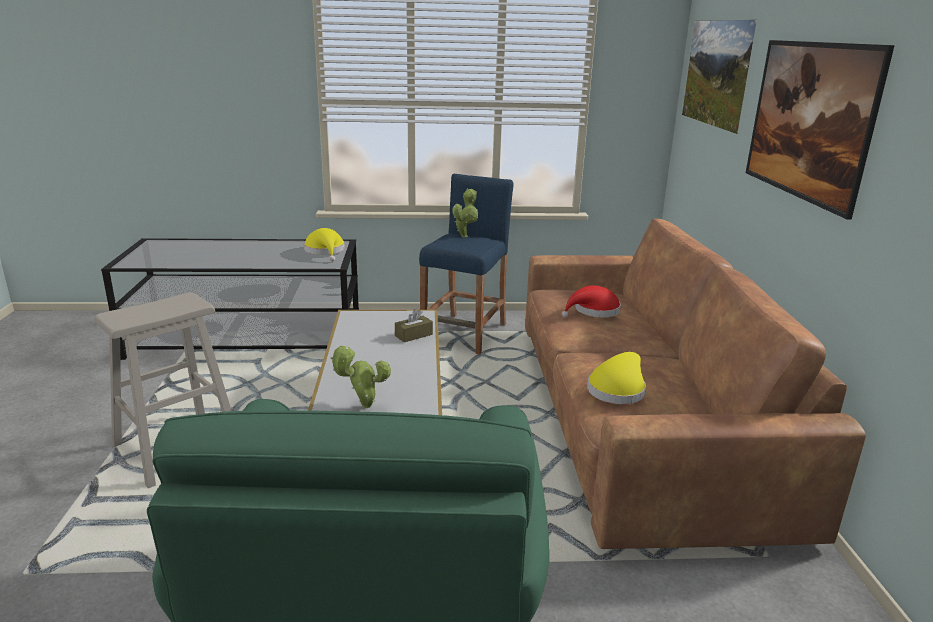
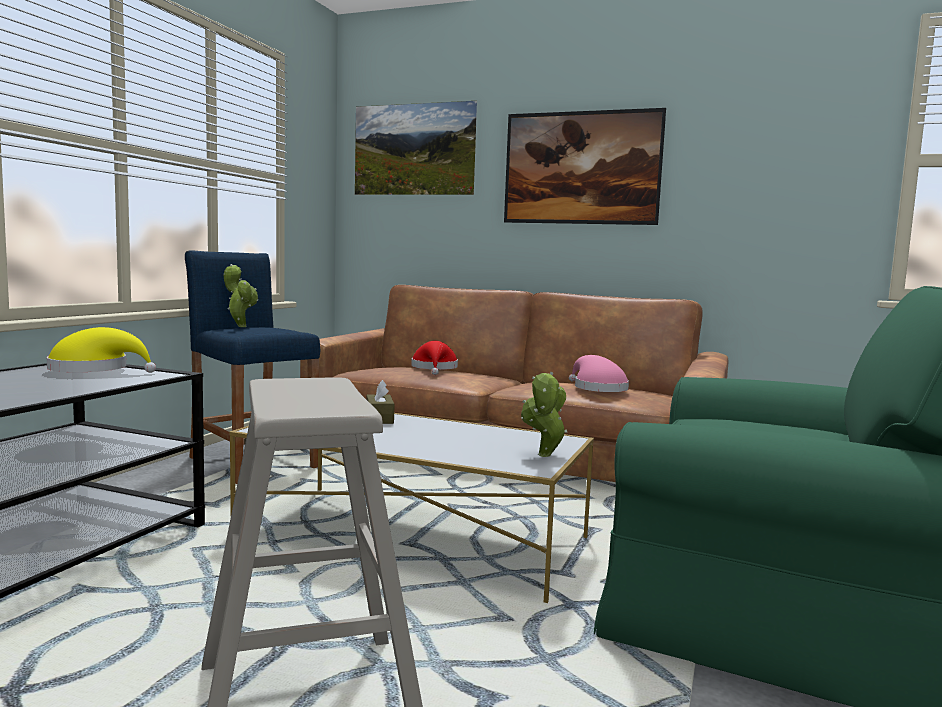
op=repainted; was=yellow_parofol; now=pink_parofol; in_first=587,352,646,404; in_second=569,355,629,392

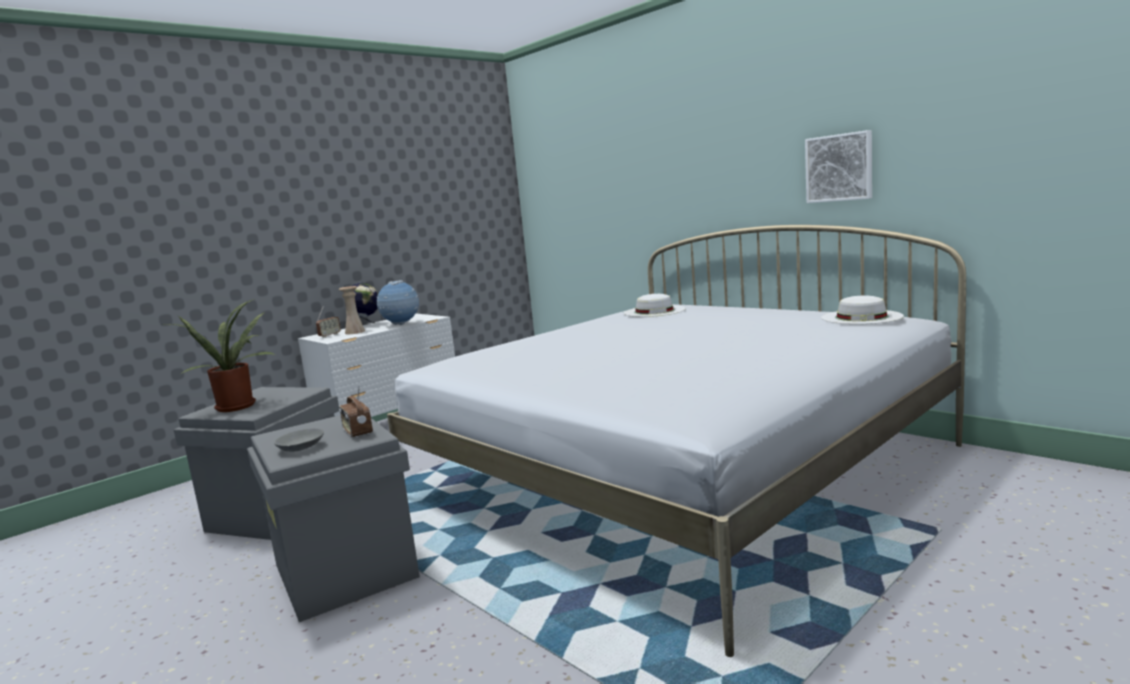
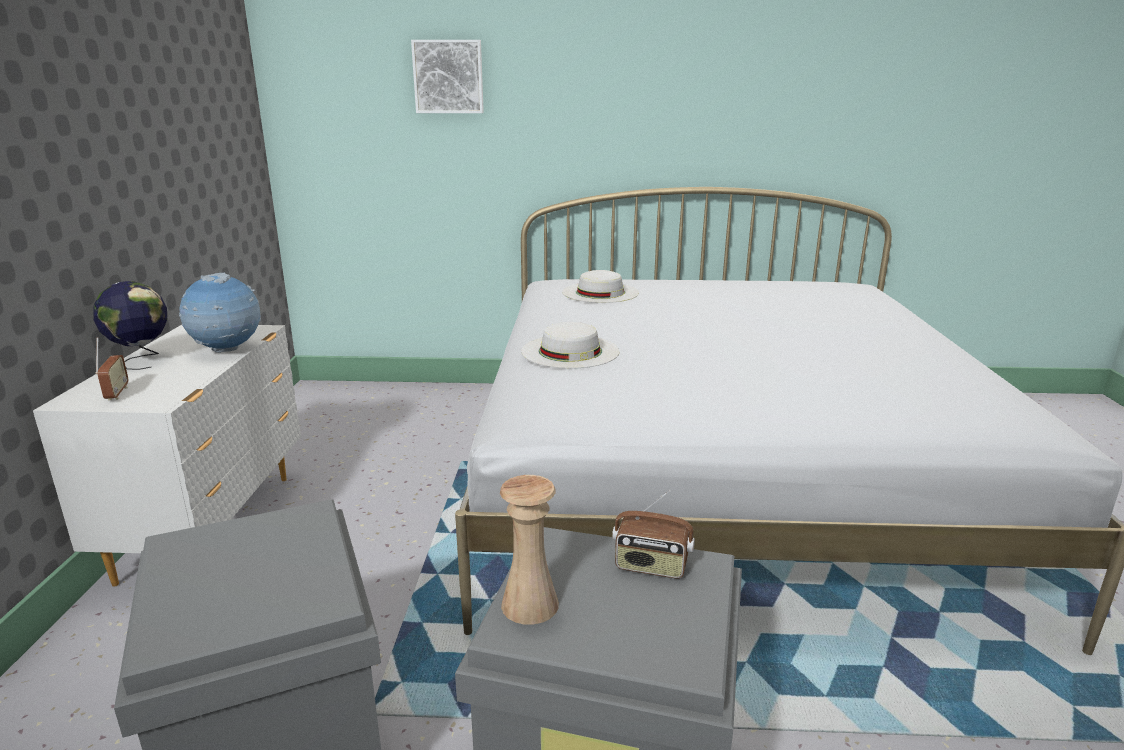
op=gone; was=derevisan; in_first=161,299,275,412
op=gone; was=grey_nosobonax; in_first=274,428,324,452
op=shifted; was=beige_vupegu; in_first=339,286,365,334; in_second=500,475,559,625
op=shifted; was=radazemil; in_first=805,130,872,203; in_second=411,40,484,113
op=shifted; was=white_parofol; in_first=821,296,904,324; in_second=521,322,620,368

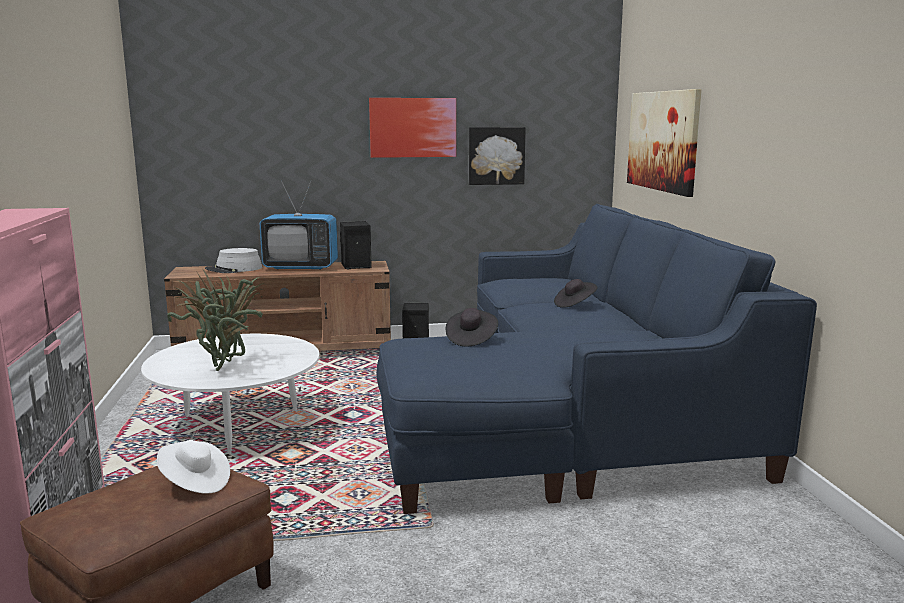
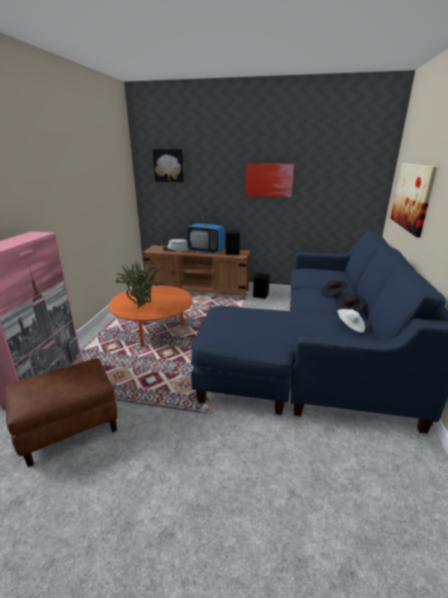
op=shifted; was=white_parofol; in_first=157,440,230,494; in_second=337,309,365,333
op=shifted; was=black_parofol; in_first=446,308,498,346; in_second=336,294,365,312
op=shifted; was=radazemil; in_first=469,127,526,185; in_second=152,149,184,182
op=repainted; was=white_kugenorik; now=orange_kugenorik; in_first=141,334,319,454; in_second=109,285,192,347

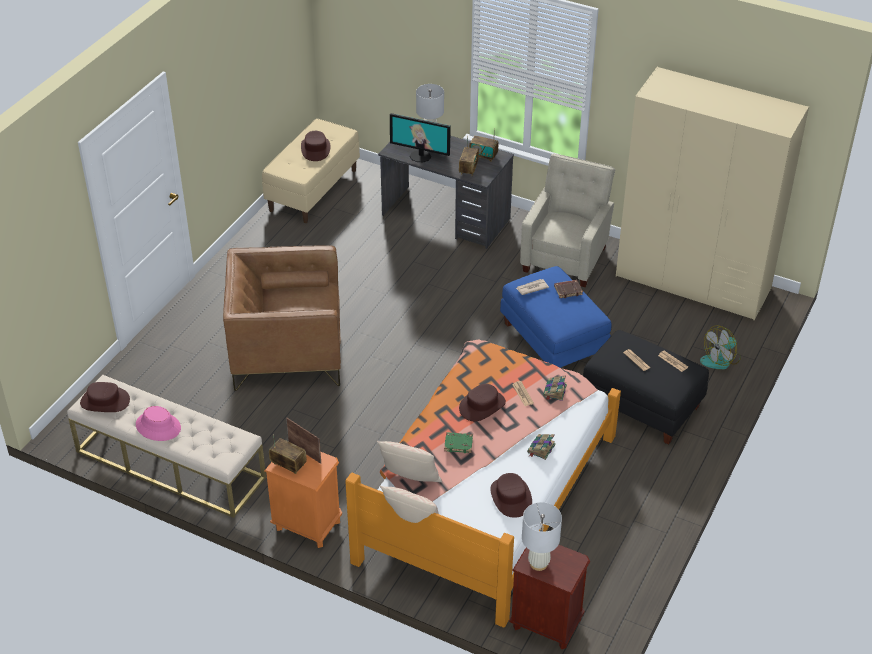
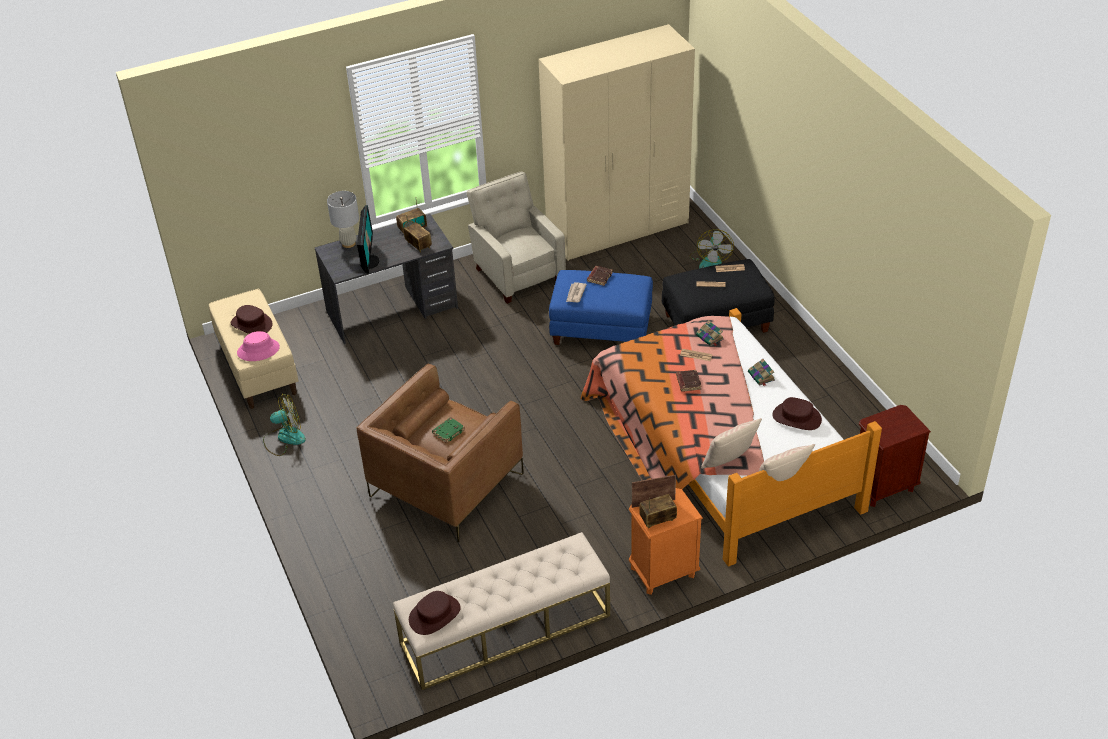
op=gone; was=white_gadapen; in_first=522,502,562,571
op=new; now=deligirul; in_second=263,394,306,456
op=shifted; was=pink_parofol; in_first=136,406,181,441; in_second=237,331,280,361
op=shifted; was=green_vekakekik; in_first=444,432,473,453; in_second=432,417,465,443
op=swapped; was=brown_parofol; now=brown_vekakekik; in_first=459,384,506,421; in_second=676,370,702,392
op=rotated; was=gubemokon; in_first=390,113,451,162; in_second=357,205,380,274; clockwise=-60

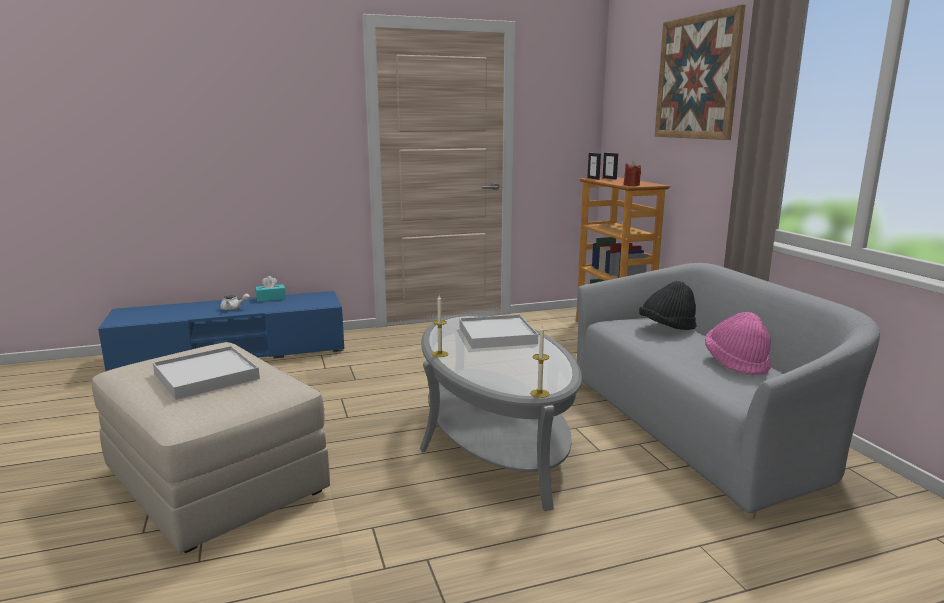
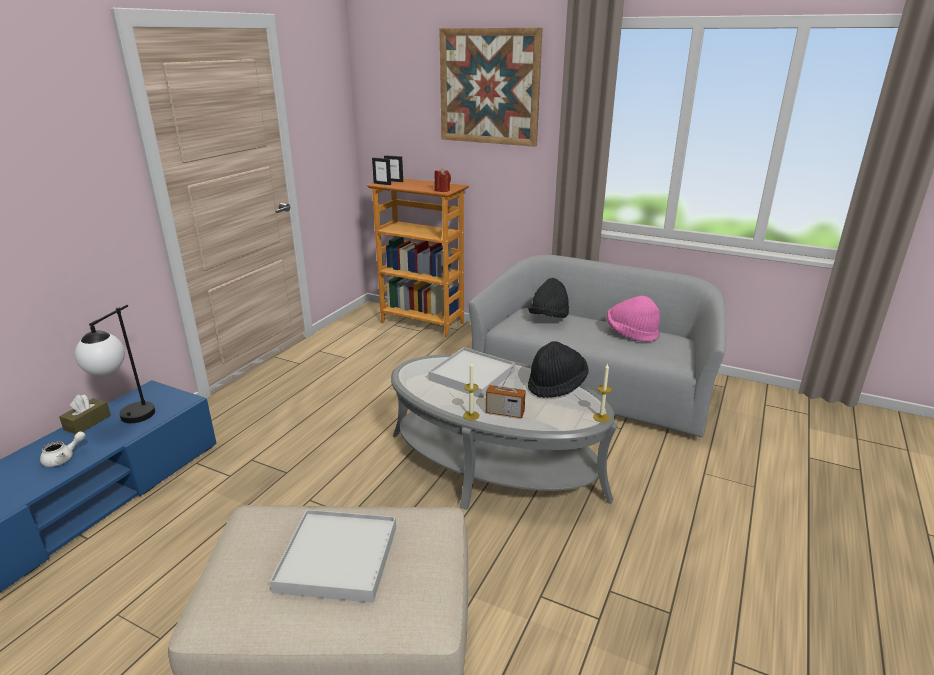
op=new; now=gadapen; in_second=75,305,155,423
op=new; now=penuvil; in_second=486,362,526,418
op=new; now=black_parofol; in_second=528,341,588,398
op=repainted; was=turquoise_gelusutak; now=brown_gelusutak; in_first=255,276,286,302; in_second=59,395,111,434

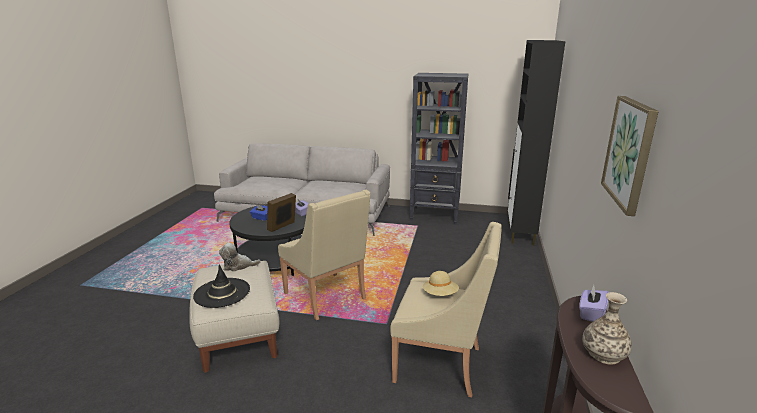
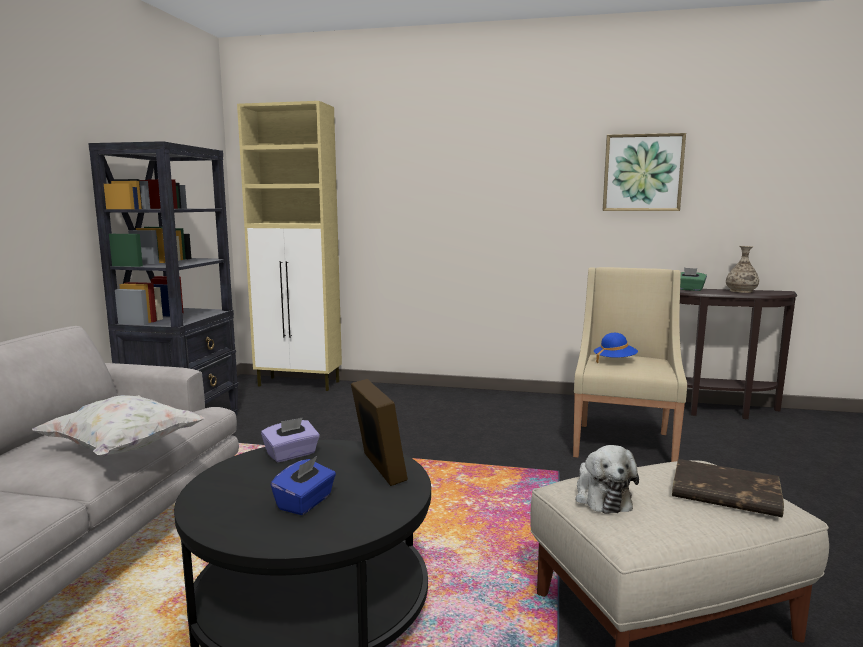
op=gone; was=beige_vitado; in_first=278,190,370,320
op=new; now=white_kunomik; in_second=32,395,205,457
op=swapped; was=black_parofol; now=brown_vekakekik; in_first=193,264,250,308; in_second=672,459,784,517
op=repainted; was=beige_parofol; now=blue_parofol; in_first=423,271,459,296; in_second=594,333,638,364
op=repainted; was=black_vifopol; now=beige_vifopol; in_first=508,40,566,245; in_second=237,101,342,391
op=repainted; was=purple_gelusutak; now=green_gelusutak; in_first=579,285,609,322; in_second=680,268,707,291
op=rotated; was=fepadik; in_first=267,193,296,232; in_second=351,379,408,486; clockwise=-150

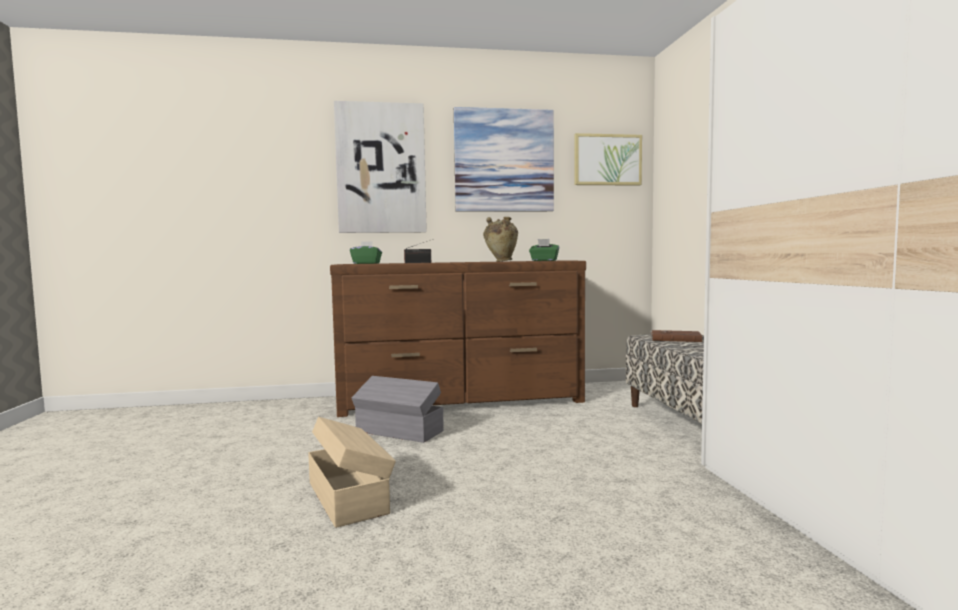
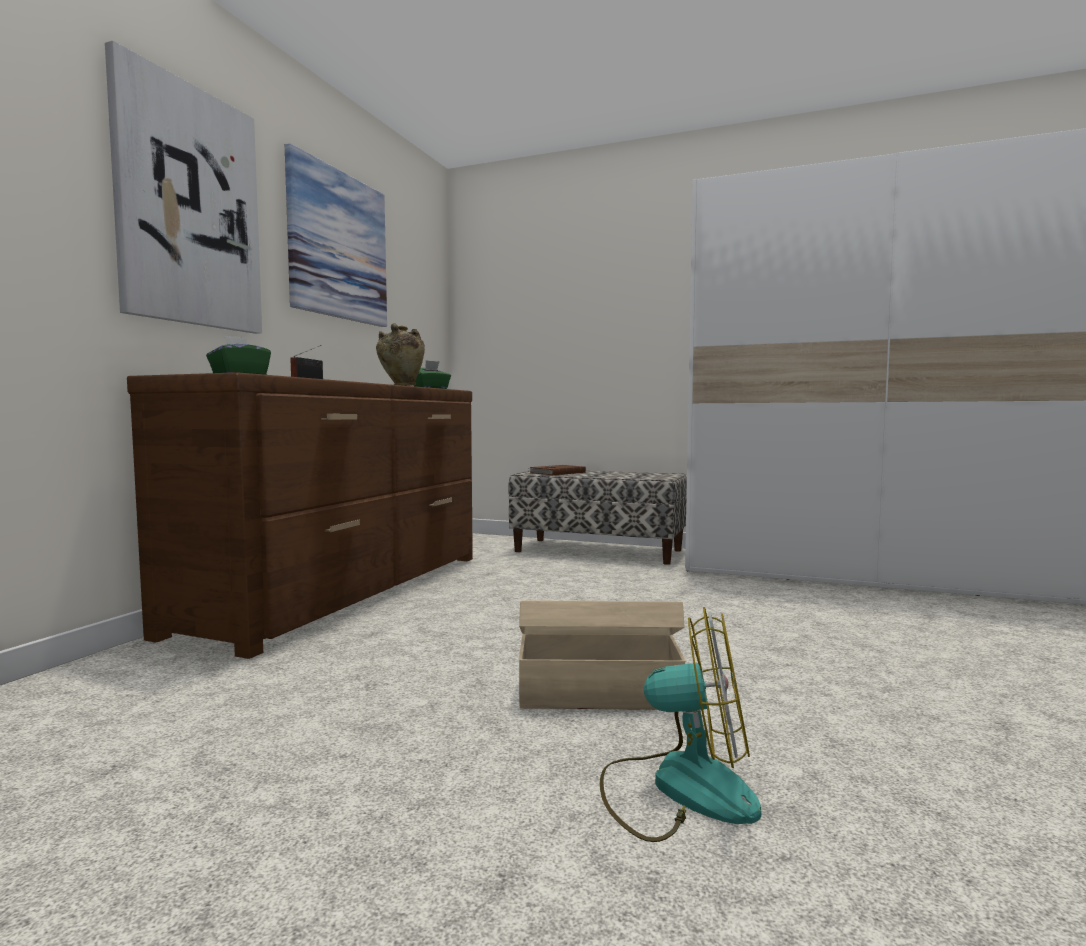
op=gone; was=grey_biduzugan; in_first=352,376,444,443
op=gone; was=radazemil; in_first=575,133,642,186
op=new; now=deligirul; in_second=600,607,761,842

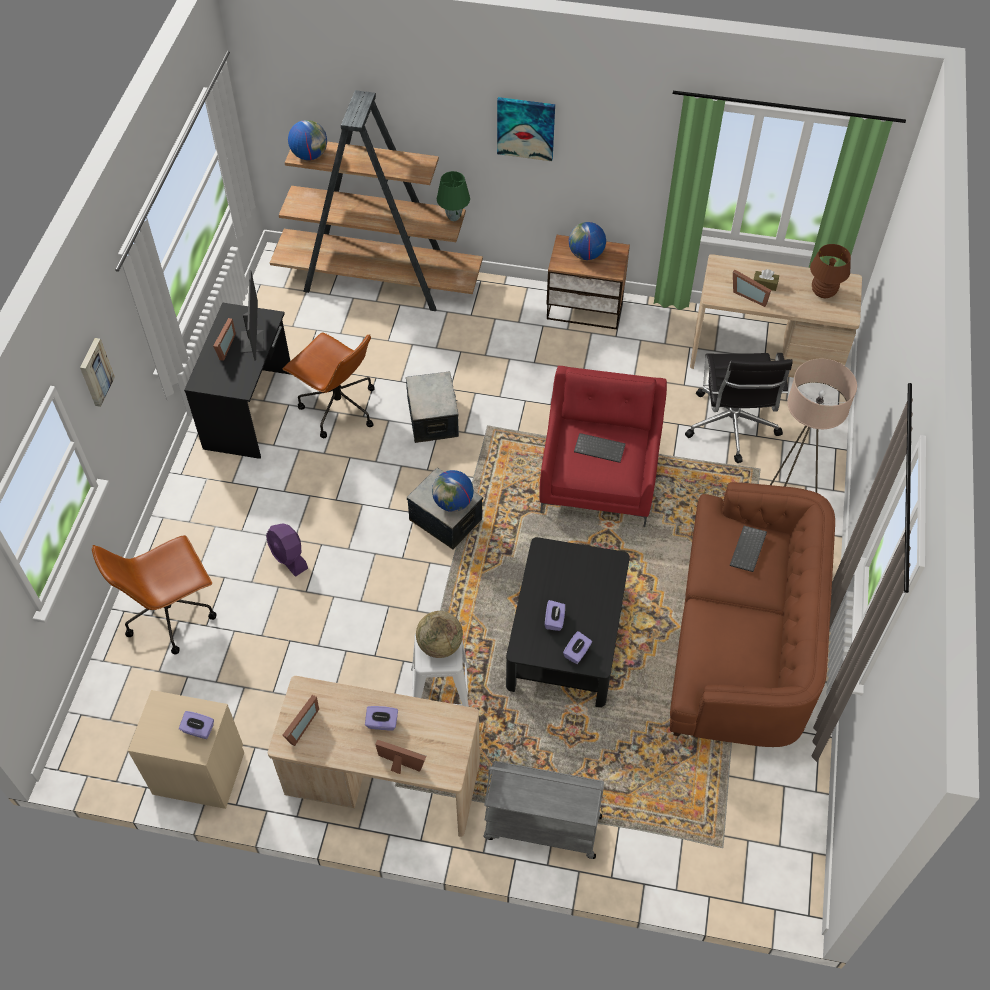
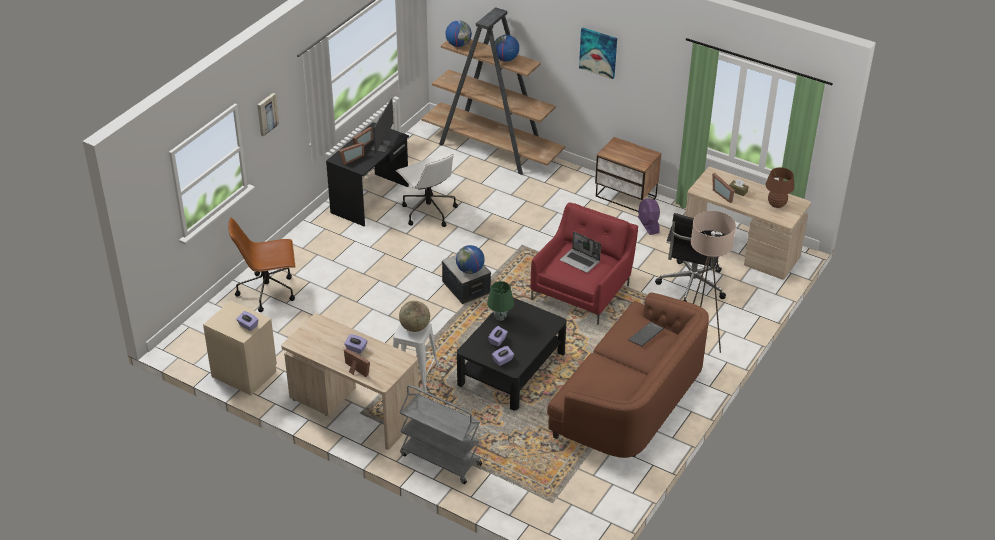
op=gone; was=biduzugan; in_first=406,372,459,443
op=shifted; was=purple_deligirul; in_first=266,523,308,577; in_second=638,199,660,235
op=shifted; was=fepadik; in_first=283,695,319,746; in_second=339,142,364,165
op=shifted; was=green_gadapen; in_first=437,171,470,221; in_second=487,281,514,321
op=shifted; was=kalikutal; in_first=569,222,606,260; in_second=495,35,519,62
op=swapped; was=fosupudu; now=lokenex; in_first=574,433,626,463; in_second=560,231,601,273
op=repainted; was=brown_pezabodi; now=white_pezabodi; in_first=282,332,375,438; in_second=396,154,458,227

